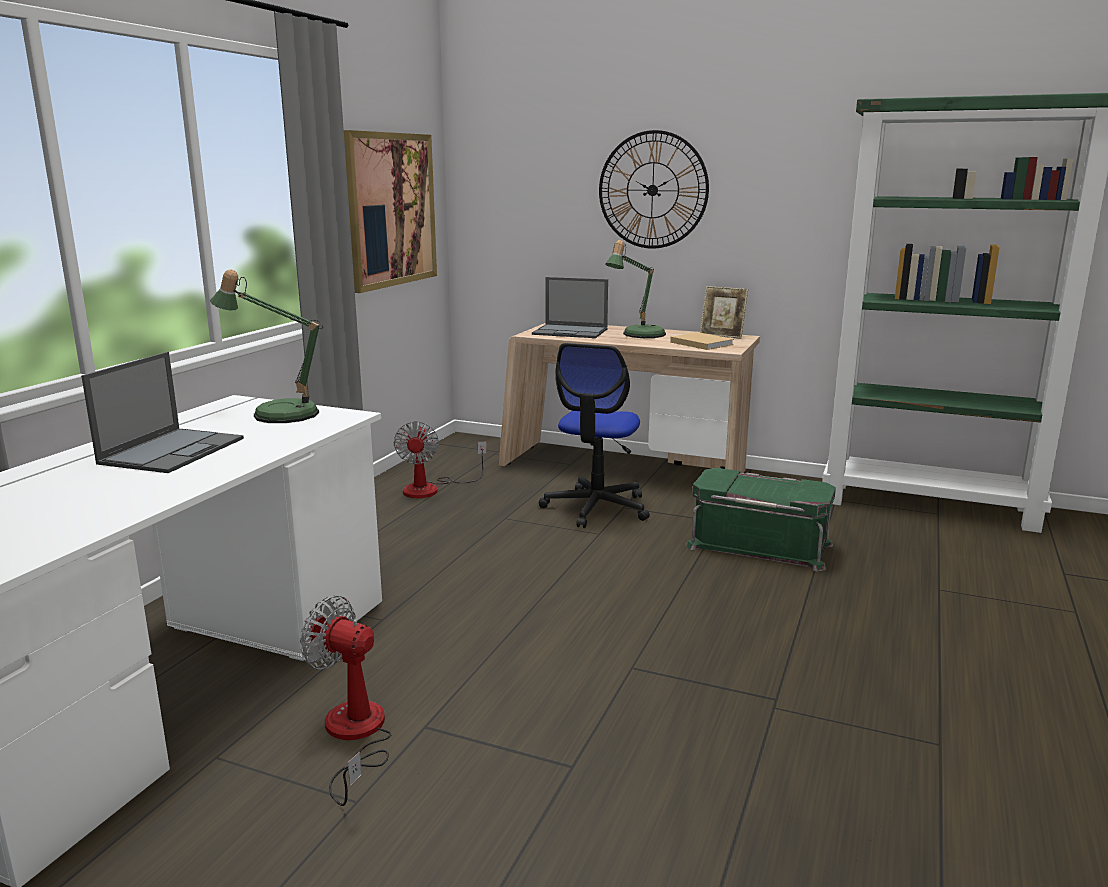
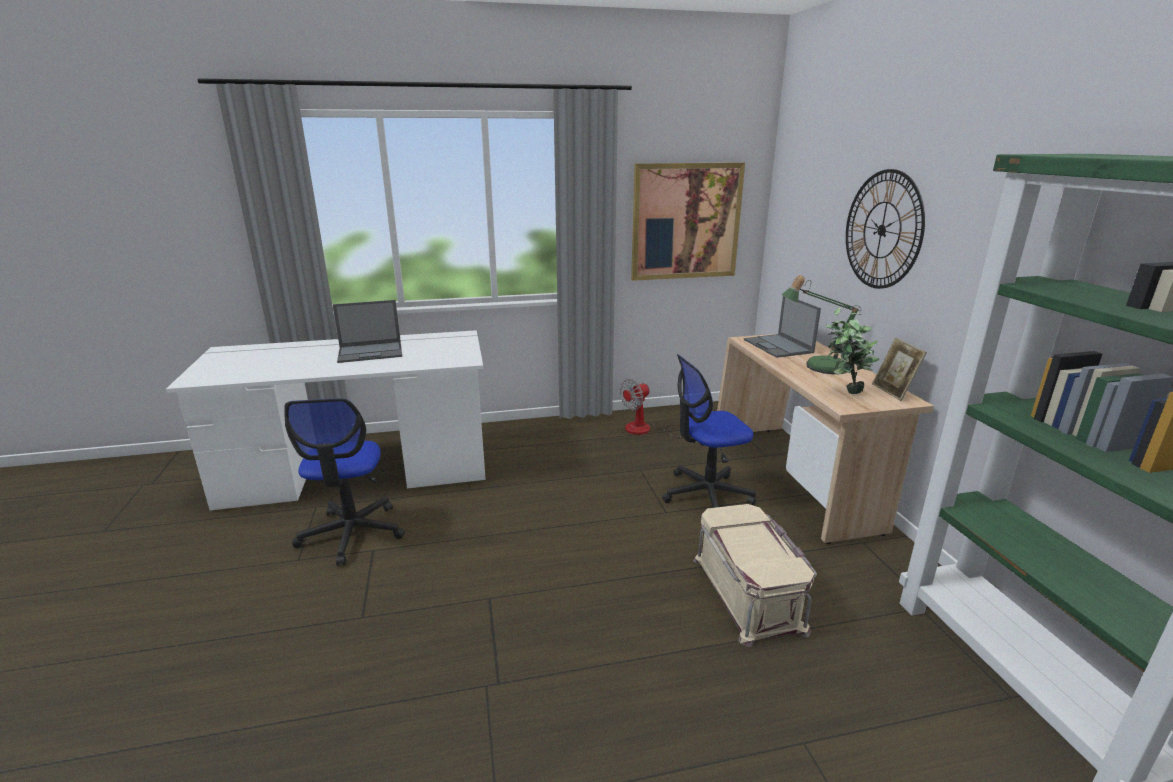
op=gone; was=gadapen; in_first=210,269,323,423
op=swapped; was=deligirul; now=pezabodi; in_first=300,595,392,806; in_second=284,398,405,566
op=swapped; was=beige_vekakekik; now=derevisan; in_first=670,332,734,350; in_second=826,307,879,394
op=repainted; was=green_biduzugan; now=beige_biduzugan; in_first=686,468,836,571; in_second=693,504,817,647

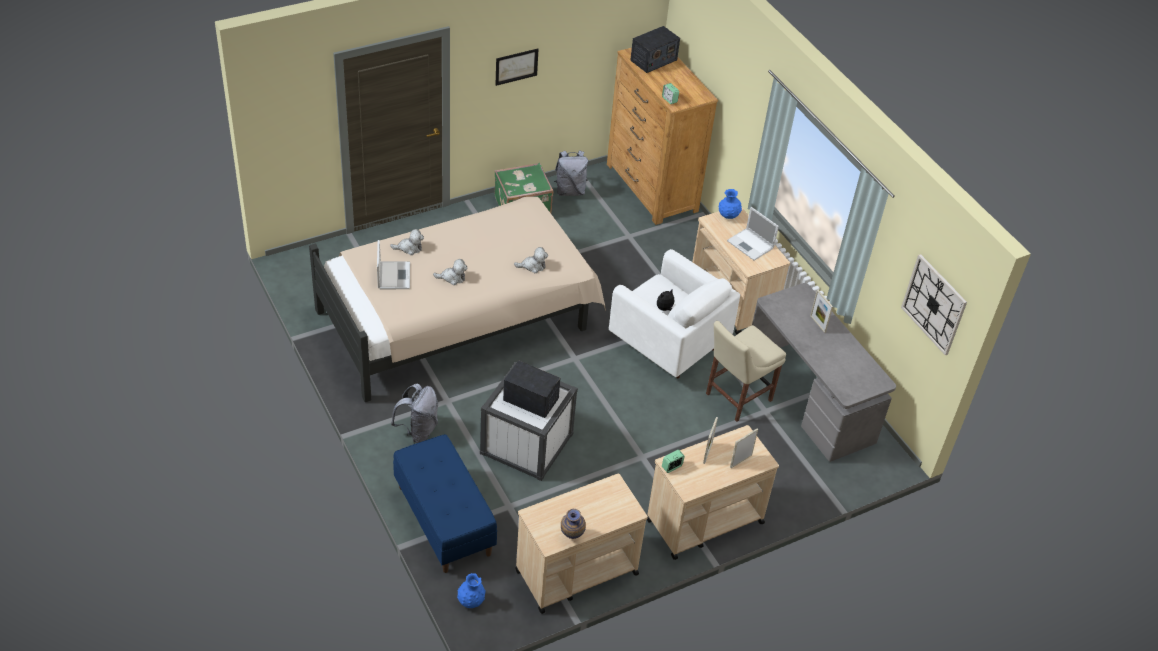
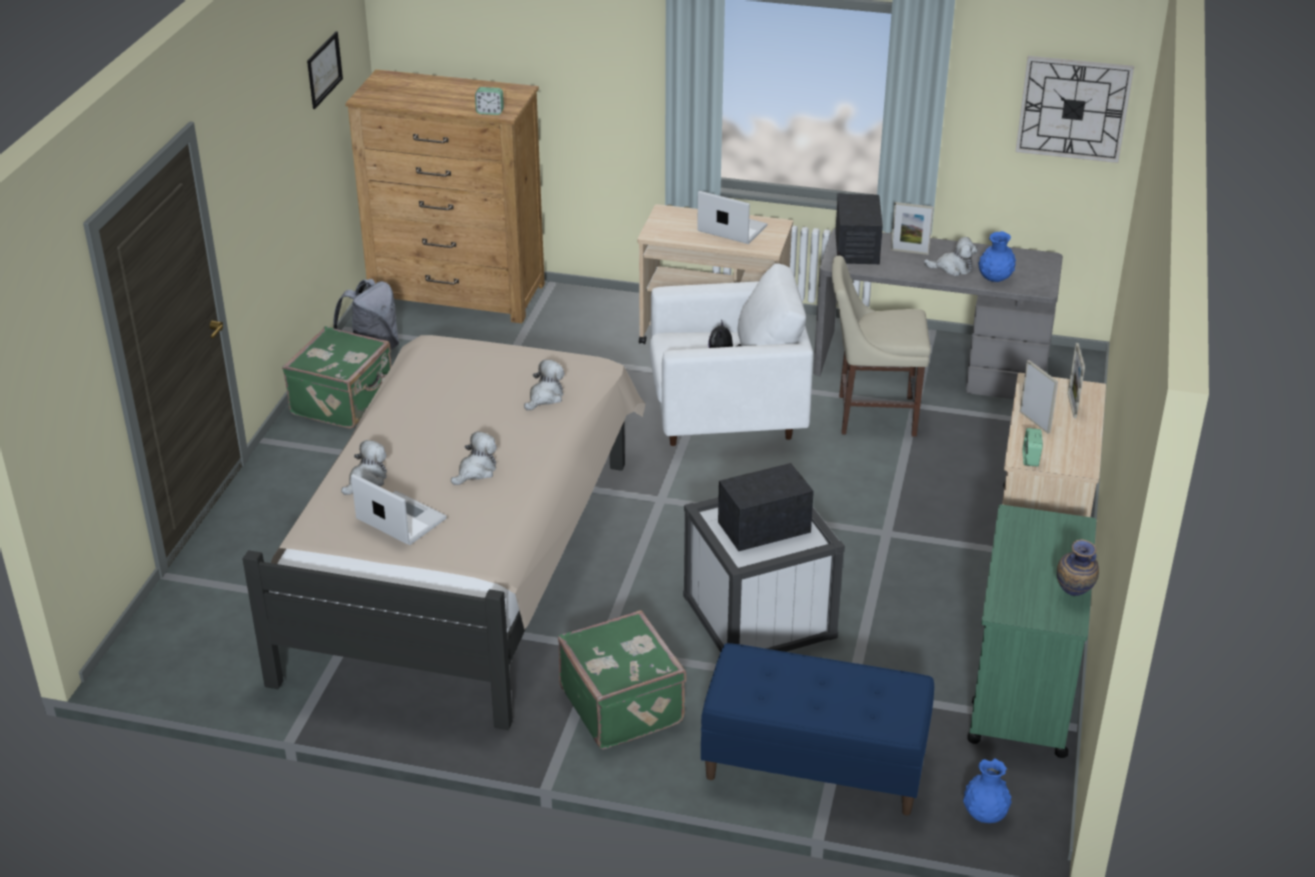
op=new; now=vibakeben; in_second=924,237,977,276
op=shifted; was=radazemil; in_first=495,49,539,86; in_second=307,31,343,109
op=shifted; was=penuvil; in_first=630,26,680,73; in_second=835,194,883,264
op=shifted; was=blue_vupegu; in_first=718,189,742,219; in_second=978,231,1016,282
op=swapped; was=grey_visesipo; now=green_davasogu; in_first=391,384,438,443; in_second=558,610,686,749
op=repainted; was=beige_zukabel; now=green_zukabel; in_first=515,473,648,614; in_second=967,505,1096,758
op=rotated; was=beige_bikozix; in_first=706,321,786,422; in_second=832,255,931,437; clockwise=90
op=rotated; was=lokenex; in_first=727,207,779,261; in_second=697,191,767,244; clockwise=-150

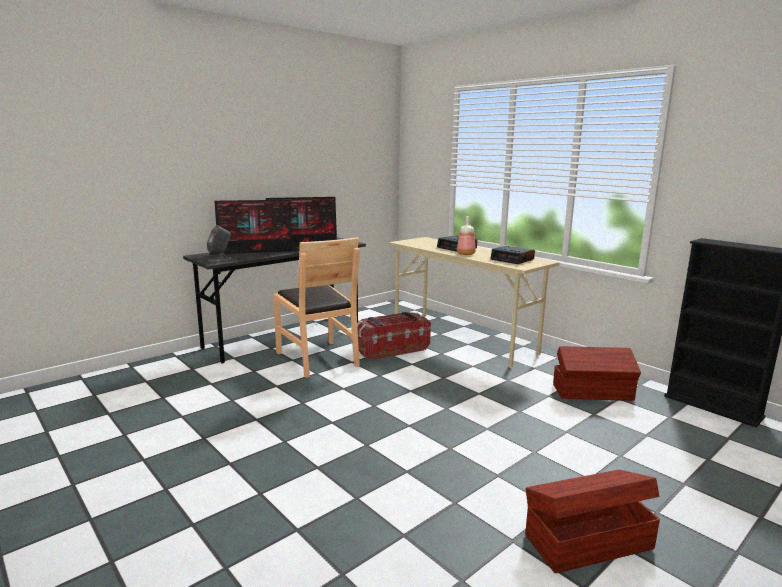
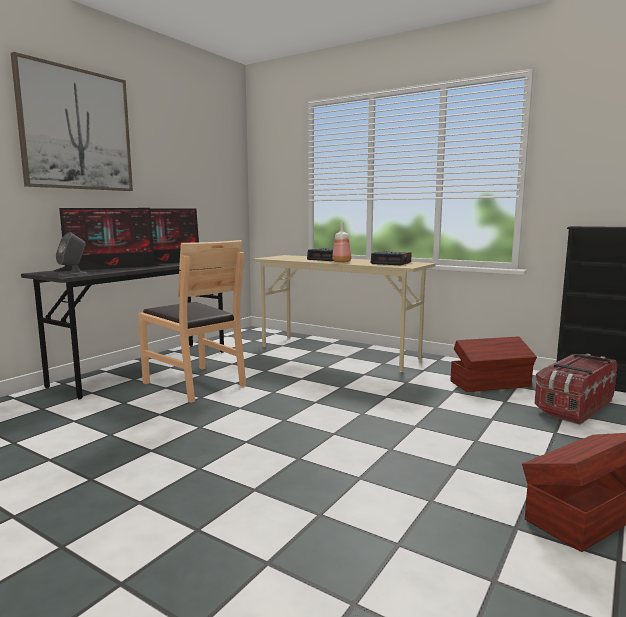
op=new; now=radazemil; in_second=11,52,133,191
op=shifted; was=biduzugan; in_first=357,312,431,361; in_second=535,354,617,425

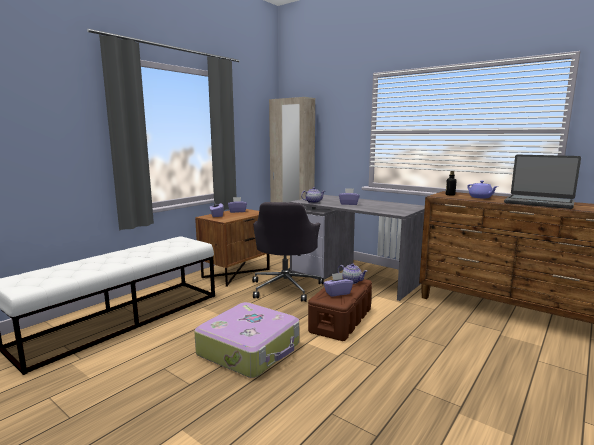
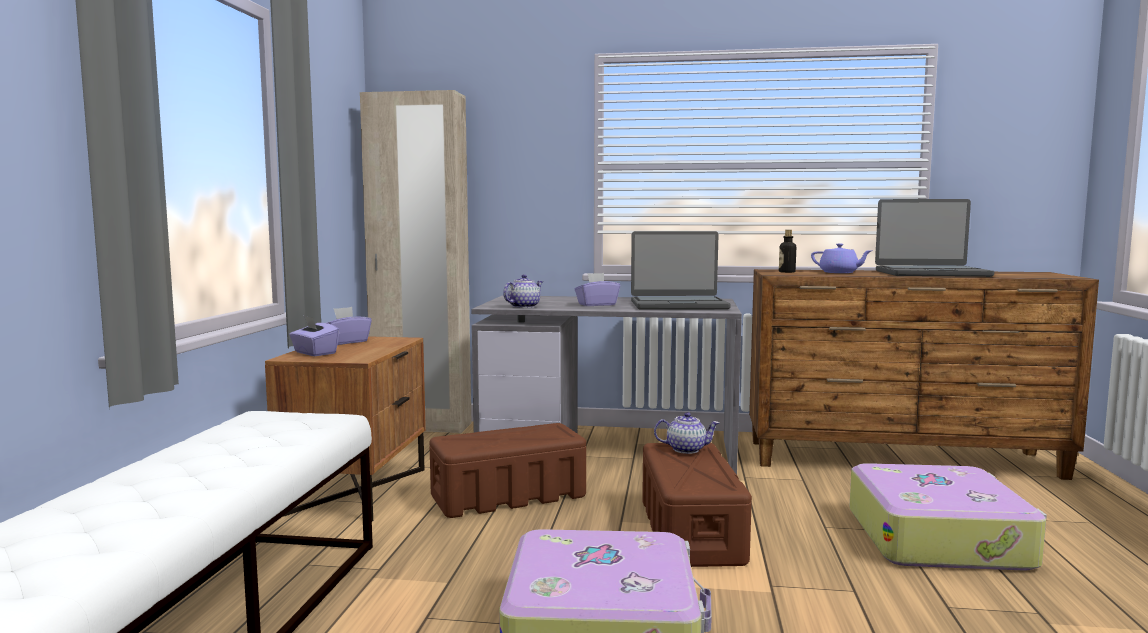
op=gone; was=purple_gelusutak; in_first=323,273,353,297
op=new; now=lokenex; in_second=631,231,731,310
op=new; now=davasogu; in_second=849,463,1047,570
op=swapped; was=grey_pezabodi; now=brown_biduzugan; in_first=252,202,324,302; in_second=429,423,586,518

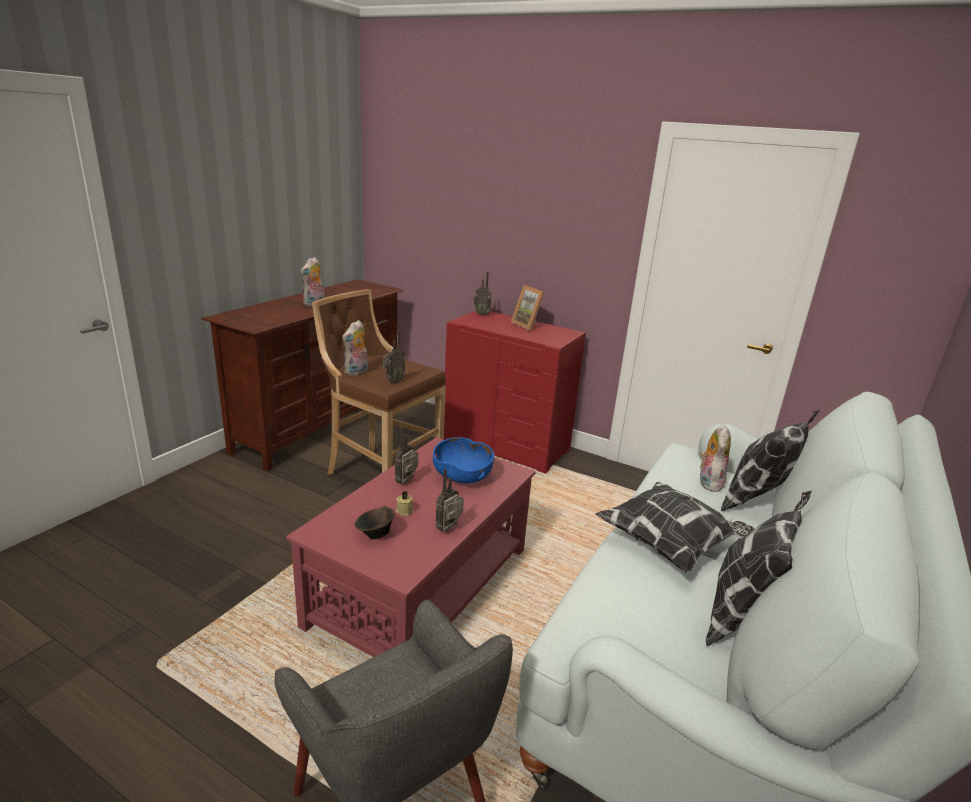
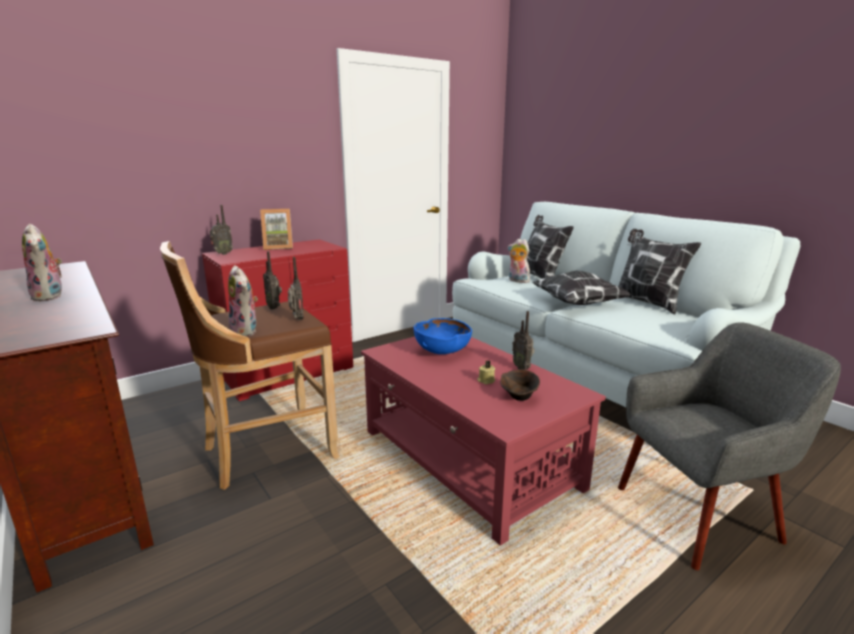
op=shifted; was=penuvil; in_first=395,426,418,484; in_second=263,251,282,310

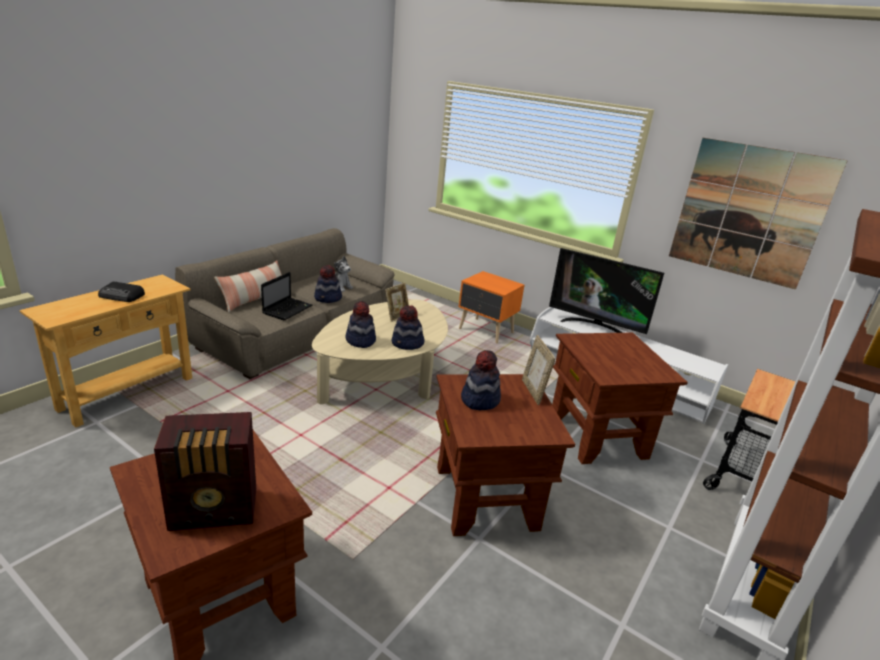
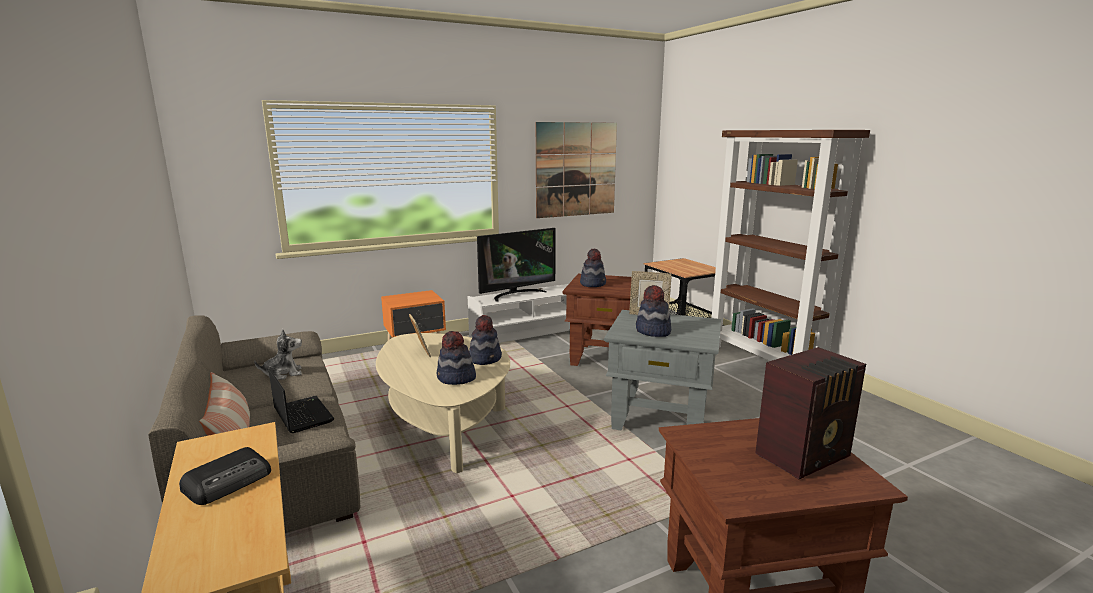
op=shifted; was=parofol; in_first=314,265,342,303; in_second=580,249,606,287
op=repainted; was=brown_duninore; now=grey_duninore; in_first=436,374,575,536; in_second=604,310,721,431
op=rotated; was=penuvil; in_first=154,412,256,531; in_second=755,347,866,480; clockwise=45

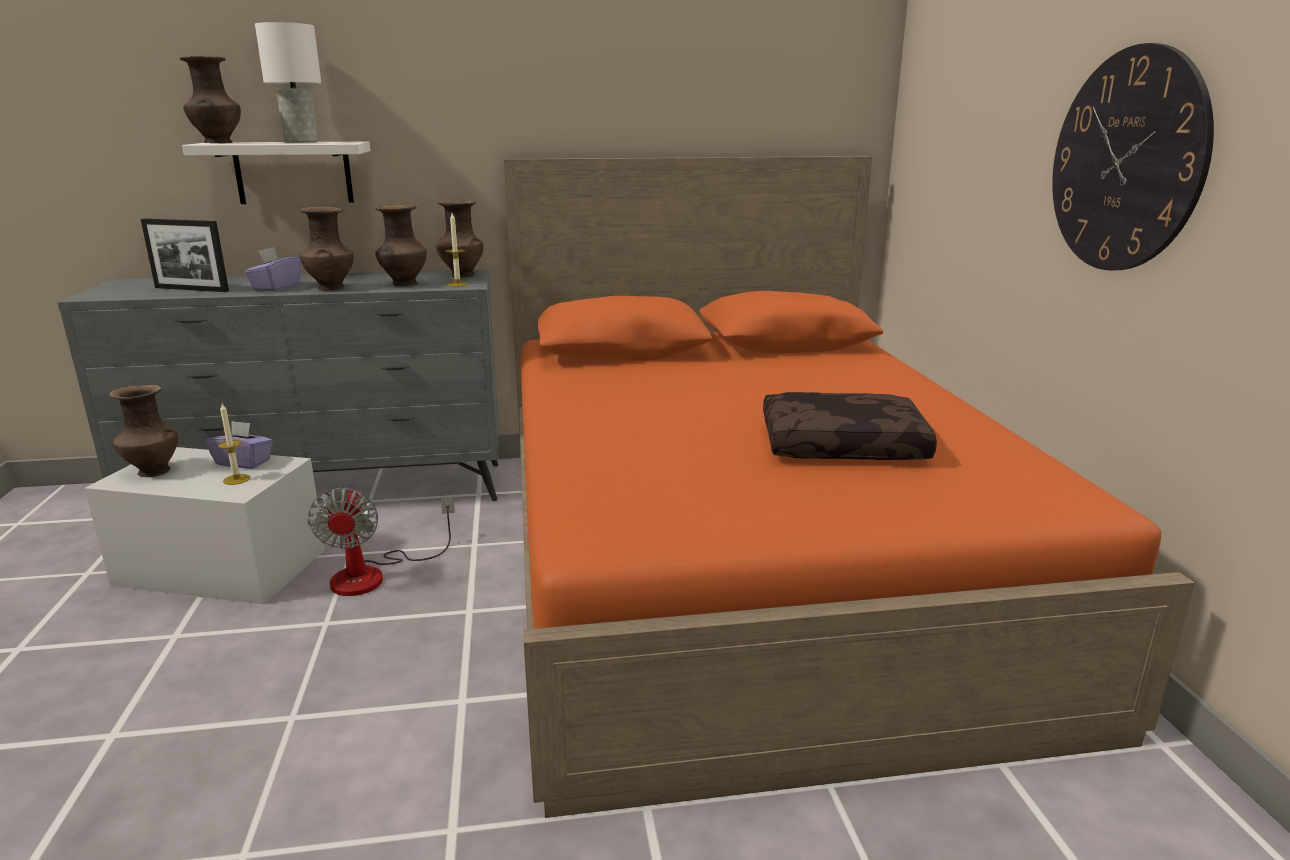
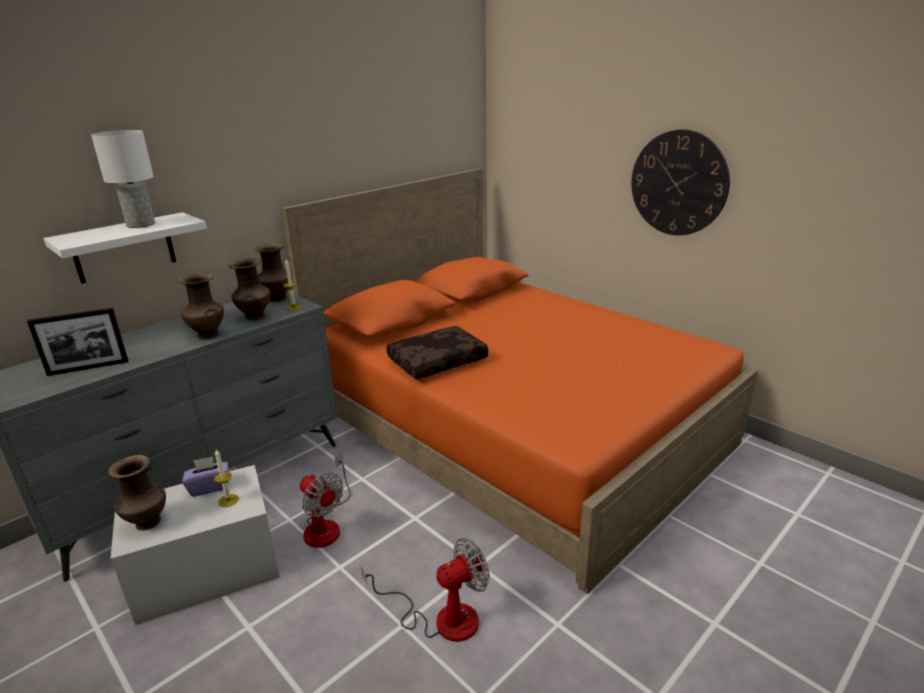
op=gone; was=brown_vupegu; in_first=180,56,241,143
op=gone; was=purple_gelusutak; in_first=244,247,301,292
op=new; now=deligirul; in_second=361,538,489,642
op=shifted; was=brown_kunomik; in_first=763,392,937,460; in_second=387,326,488,379

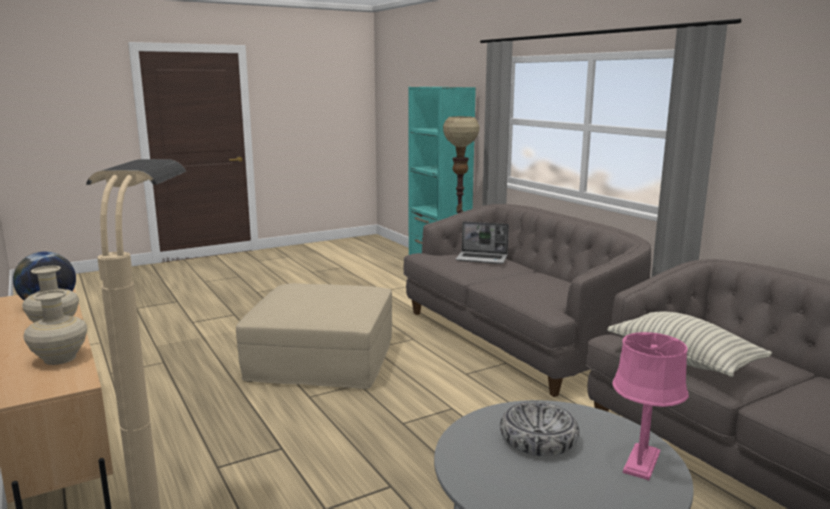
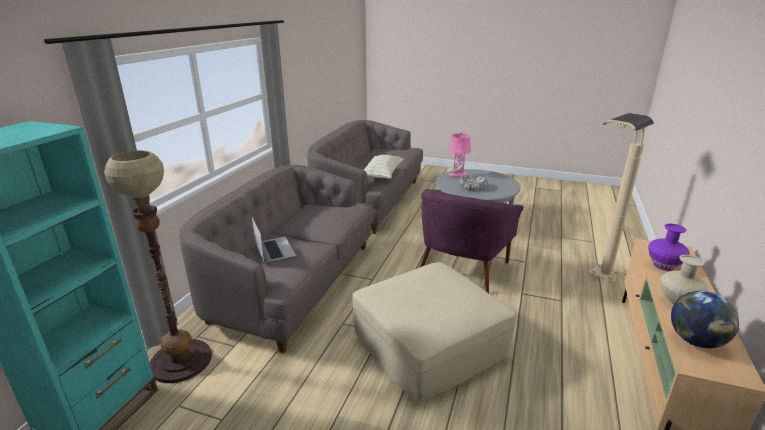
op=new; now=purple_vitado; in_second=420,189,523,293
op=repainted; was=beige_vupegu; now=purple_vupegu; in_first=24,290,87,365; in_second=648,224,690,271

